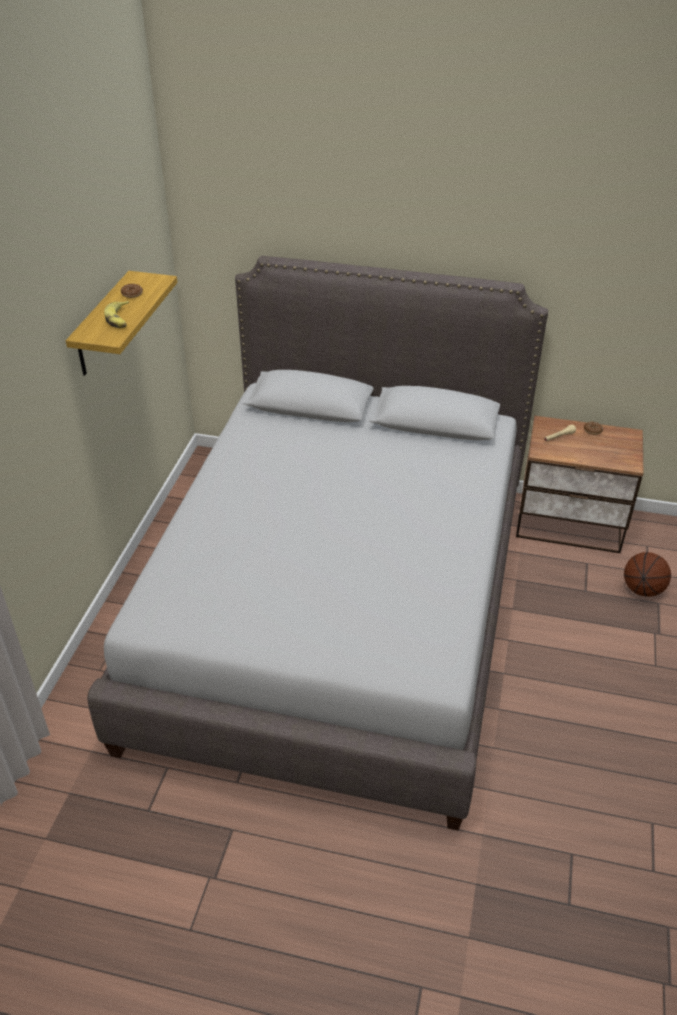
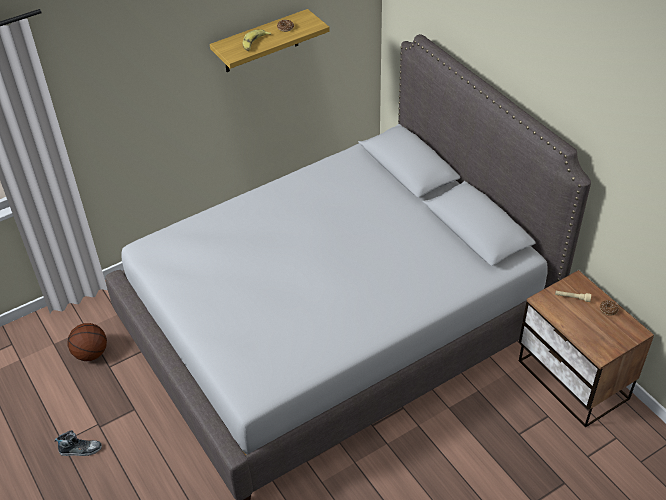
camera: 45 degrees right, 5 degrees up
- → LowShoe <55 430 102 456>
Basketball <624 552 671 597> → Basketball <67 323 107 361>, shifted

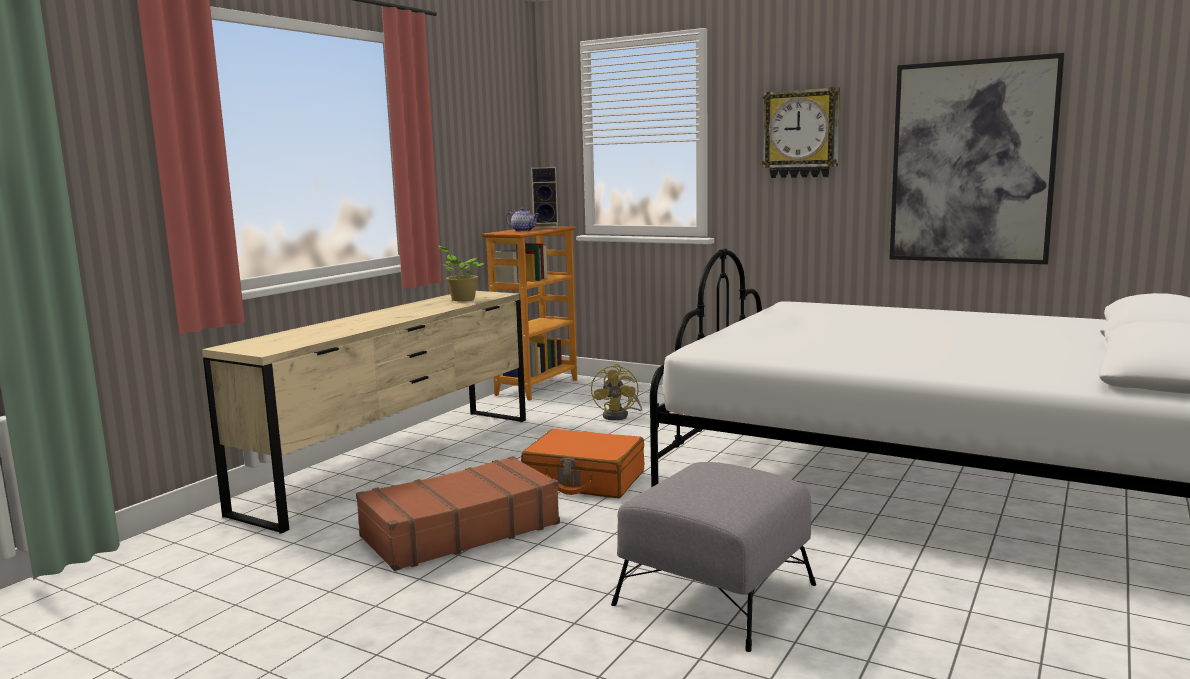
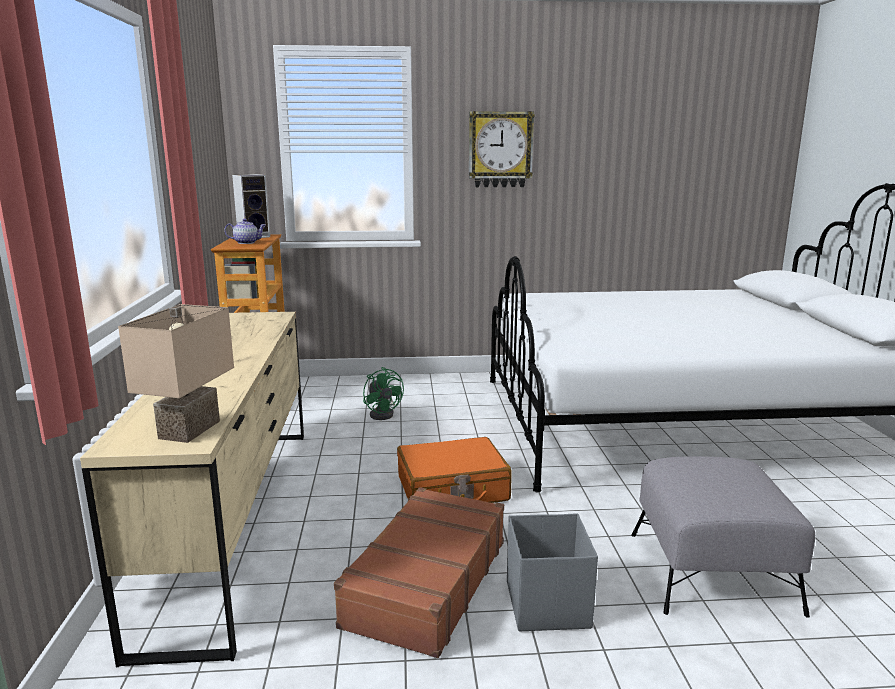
camera: 35 degrees left, 5 degrees up
- → BeigeColouredLampForATable <118 304 234 443>
YellowElectricFan <591 364 642 420> → GreenColouredElectricFan <363 367 404 420>
- → GrayStorageContainer <507 513 598 631>
Houseplant <439 246 485 301> → -
Picture <890 53 1065 264> → -

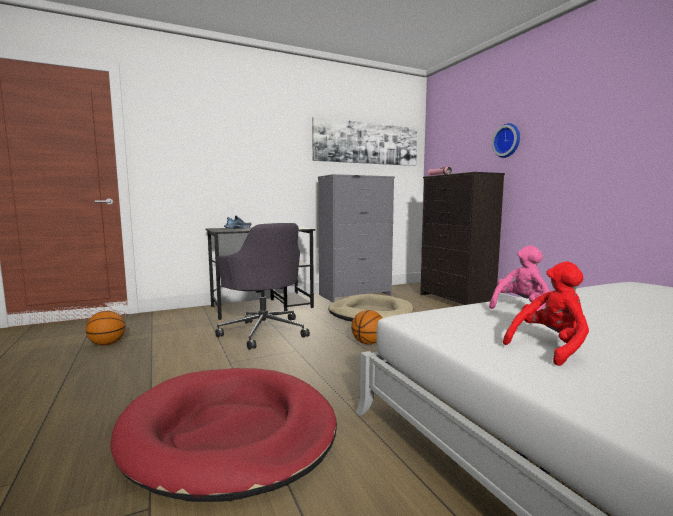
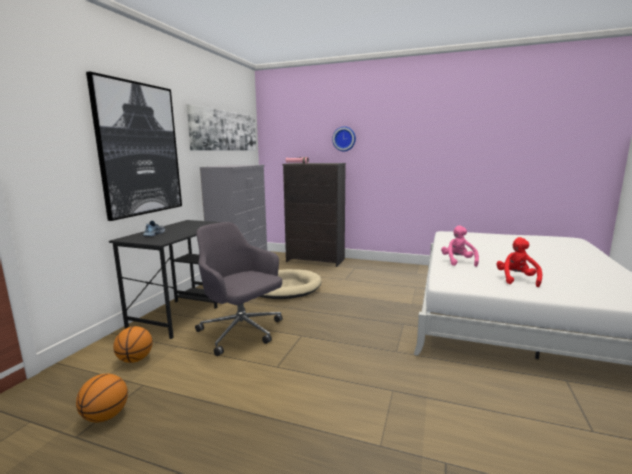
camera: 45 degrees left, 5 degrees up
- → Picture <86 71 182 221>
Basketball <351 310 382 344> → Basketball <113 326 153 363>, shifted
GrayComputerChair <215 223 310 350> → GrayComputerChair <195 222 283 356>, 150 degrees counterclockwise
ReddishPetBed <110 368 337 502> → -

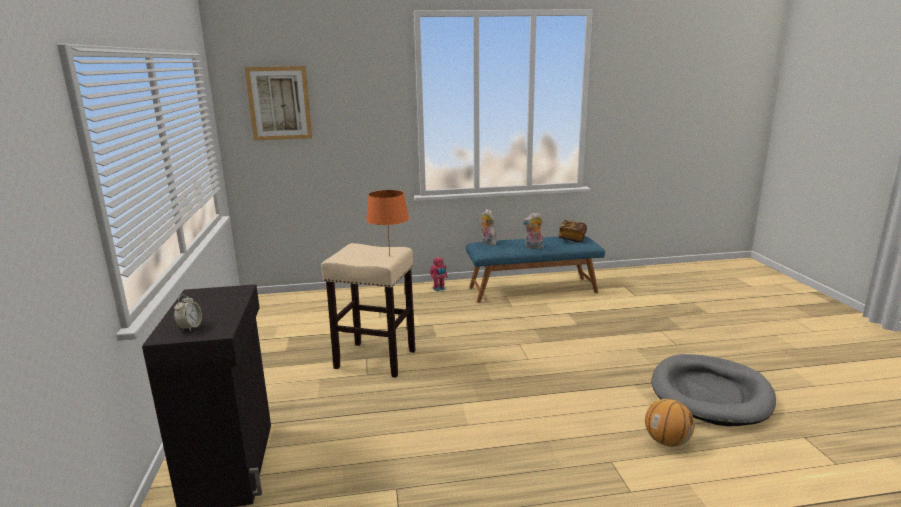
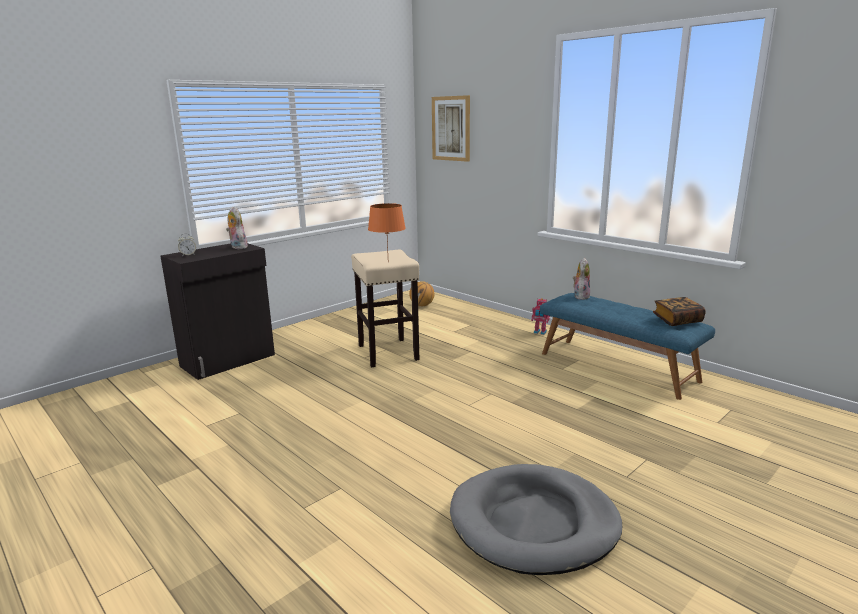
camera: 55 degrees right, 0 degrees up
PlushToy <522 213 543 249> → PlushToy <226 206 248 249>, shifted
Basketball <645 399 695 447> → Basketball <409 281 434 306>, shifted

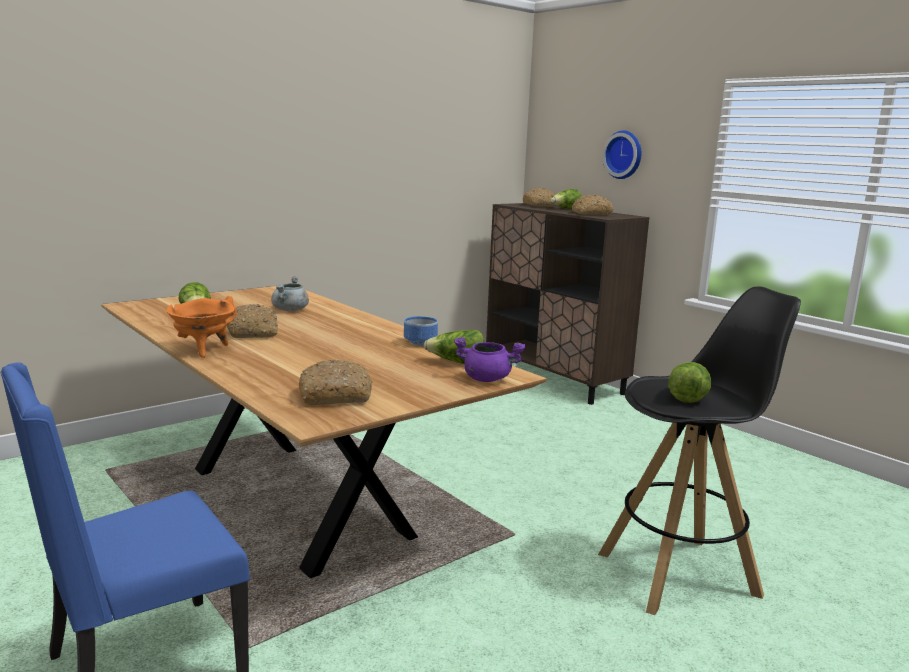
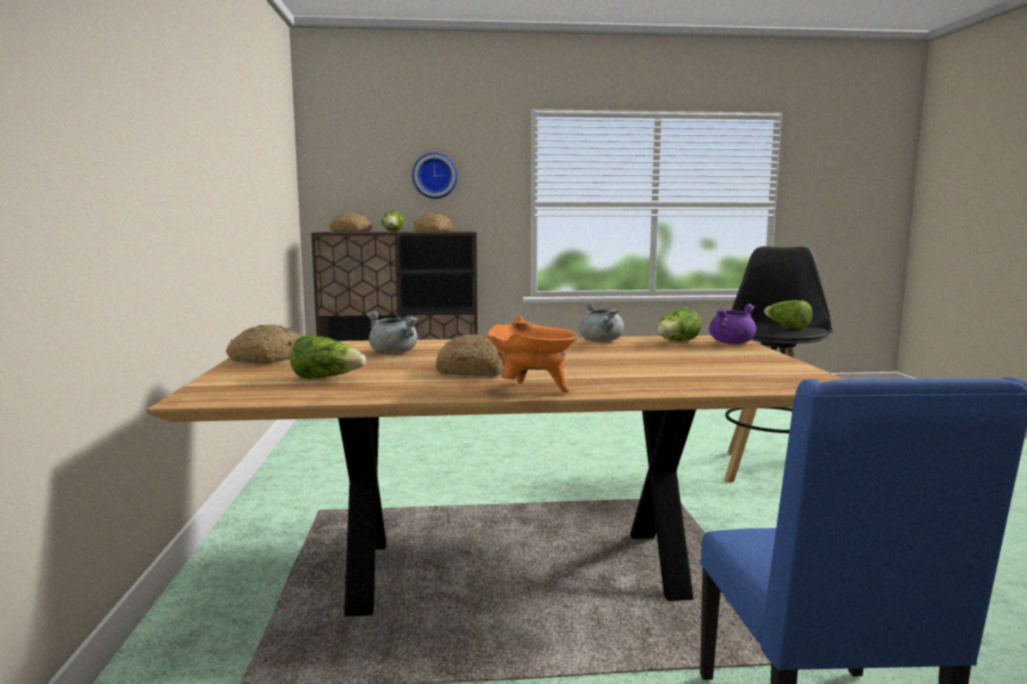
camera: 55 degrees left, 5 degrees down
Bread <299 360 372 405> → Bread <226 324 300 364>, shifted
ServingBowl <404 316 438 346> → GrayCookingPot <579 302 624 342>

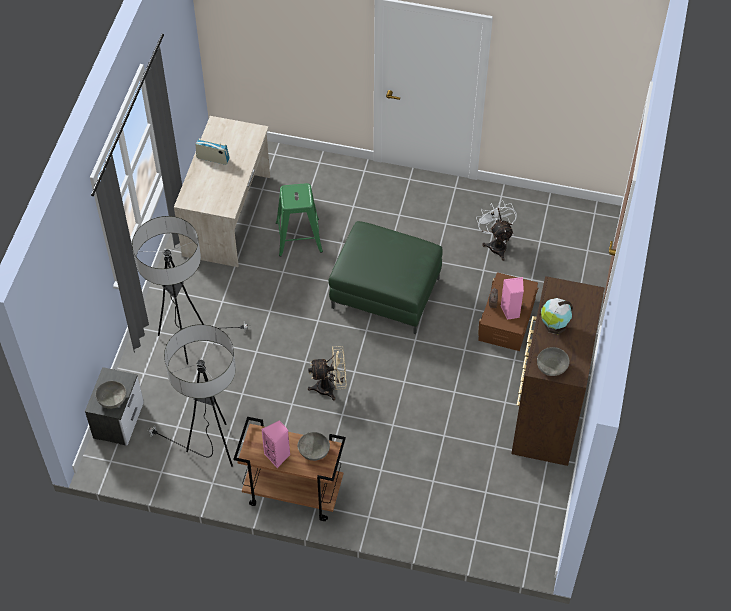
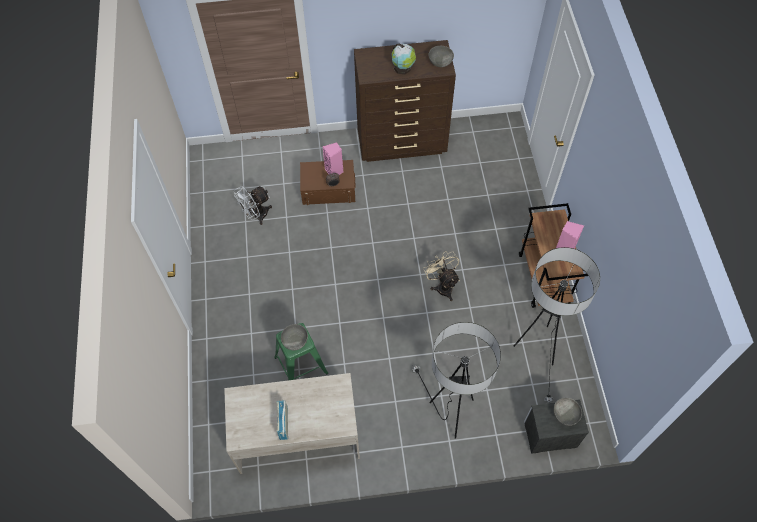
camera: 110 degrees left, 5 degrees up
GrayServingBowl <298 432 330 461> → GrayServingBowl <281 324 308 350>, shifted
GreenColouredPouffe <328 221 443 334> → -

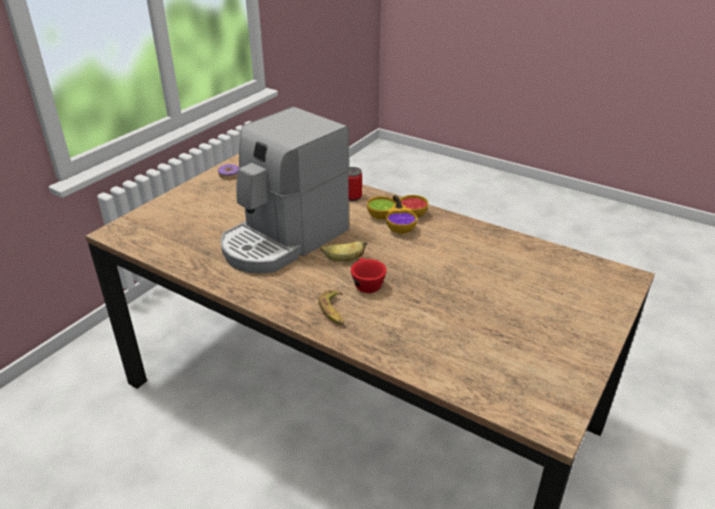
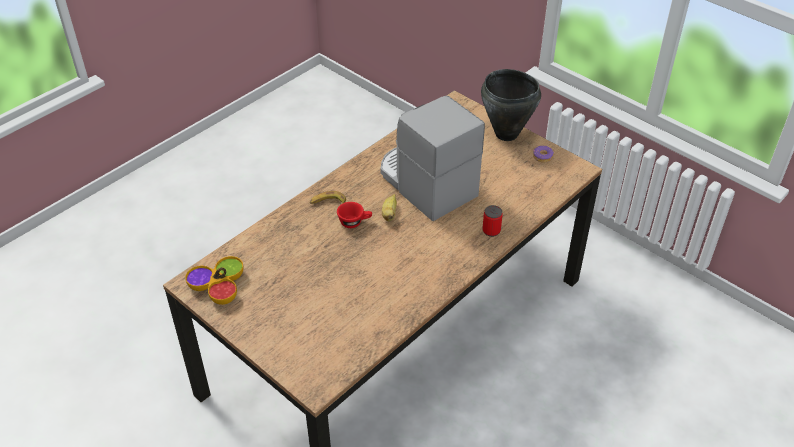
camera: 100 degrees right, 10 degrees up
ServingBowl <367 195 428 234> → ServingBowl <185 256 243 305>, shifted
- → BlackColouredCookingPot <481 69 541 141>

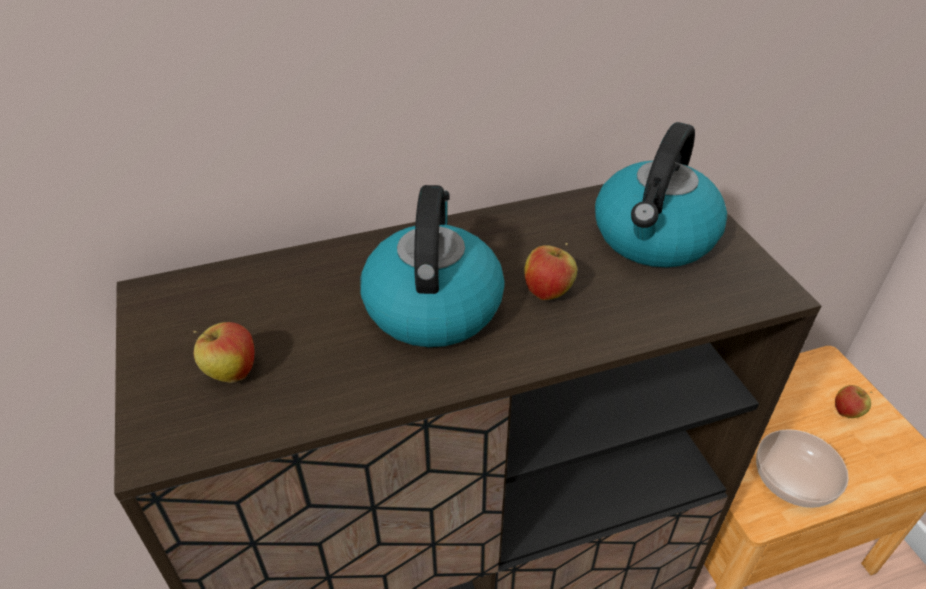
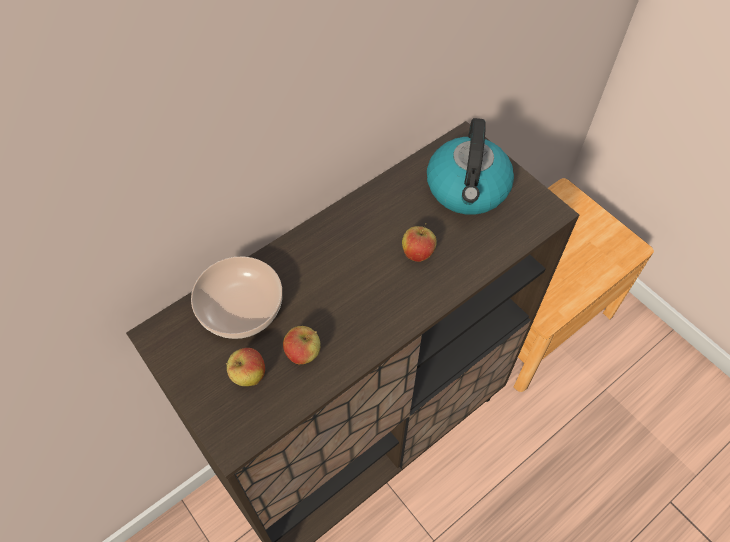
camera: 20 degrees left, 15 degrees up
ServingBowl <756 429 849 508> → ServingBowl <191 256 282 339>, shifted
AppleFruit <835 385 872 418> → AppleFruit <283 326 320 364>, shifted
Kettle <360 185 505 347> → -

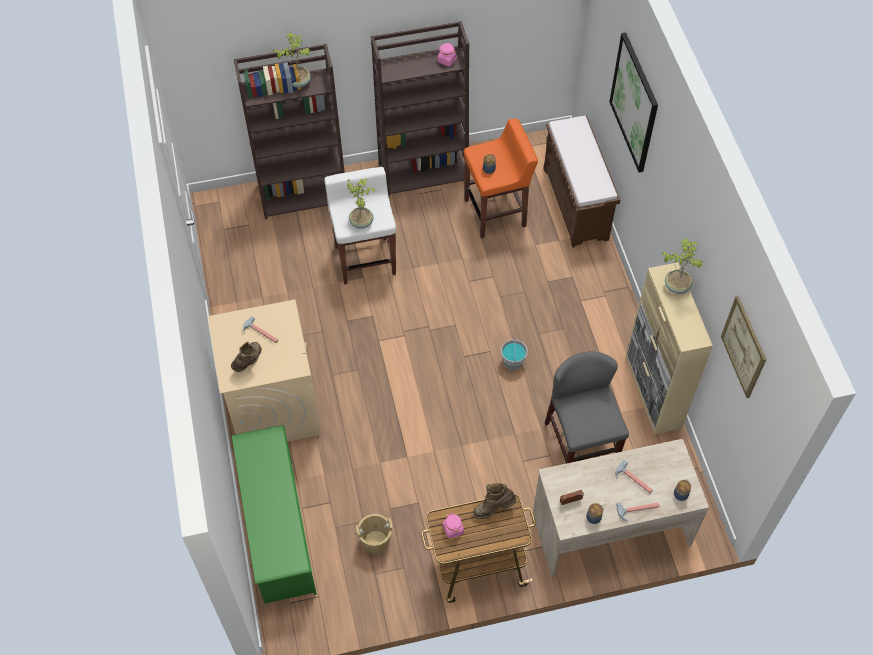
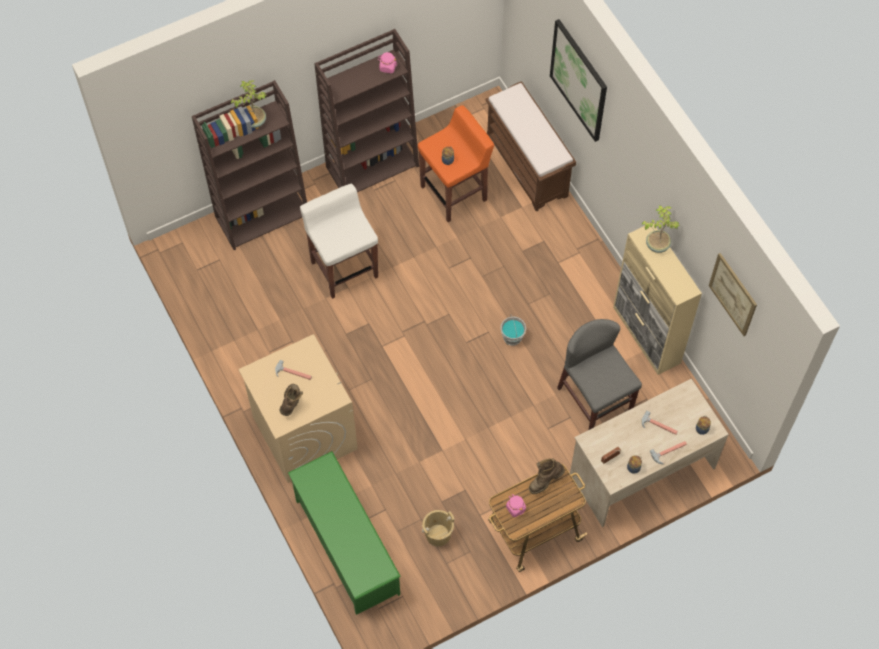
camera: 15 degrees left, 5 degrees up
Houseplant <347 179 375 229> → -

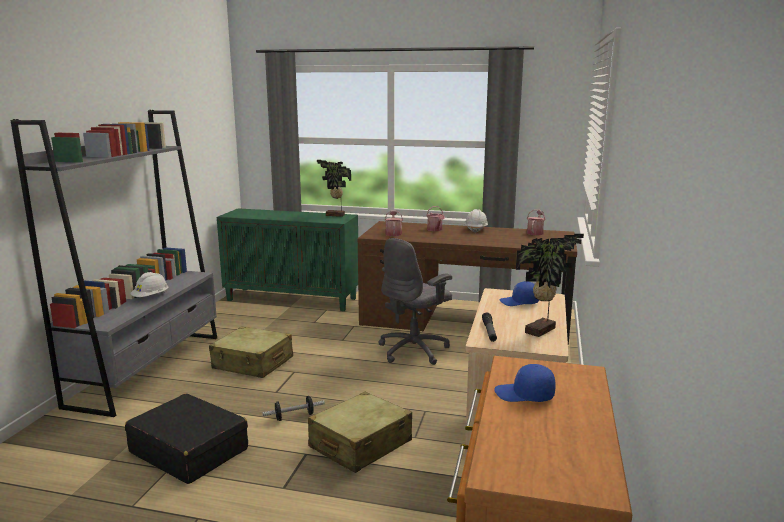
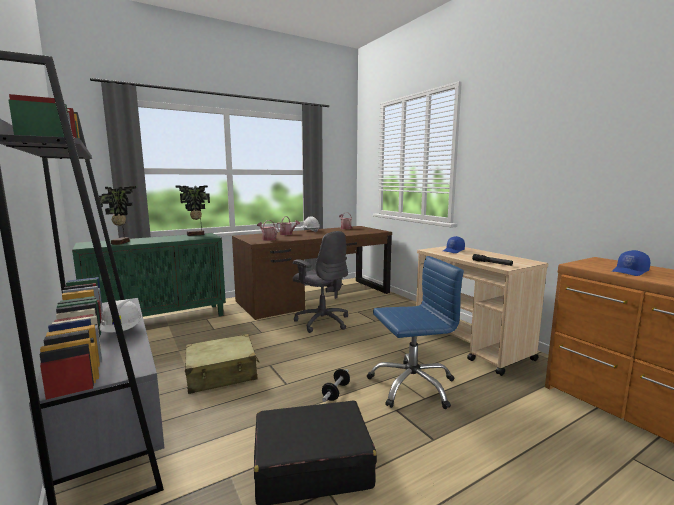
camera: 45 degrees left, 5 degrees down
Houseplant <516 234 584 337> → Houseplant <99 186 136 245>, shifted
GrayComputerChair <379 238 452 365> → GrayComputerChair <293 231 348 333>, 45 degrees counterclockwise
BeigeColouredPieceOfLuggage <308 392 412 473> → BlueColouredComputerChair <367 256 464 409>

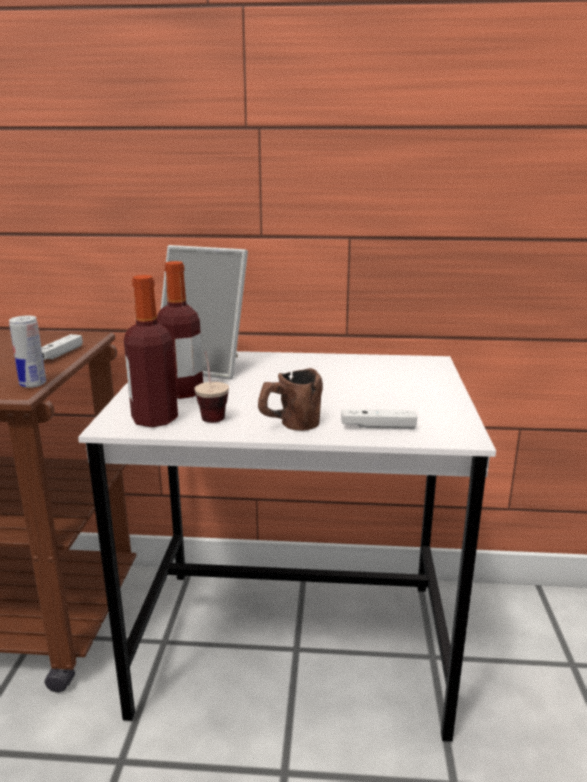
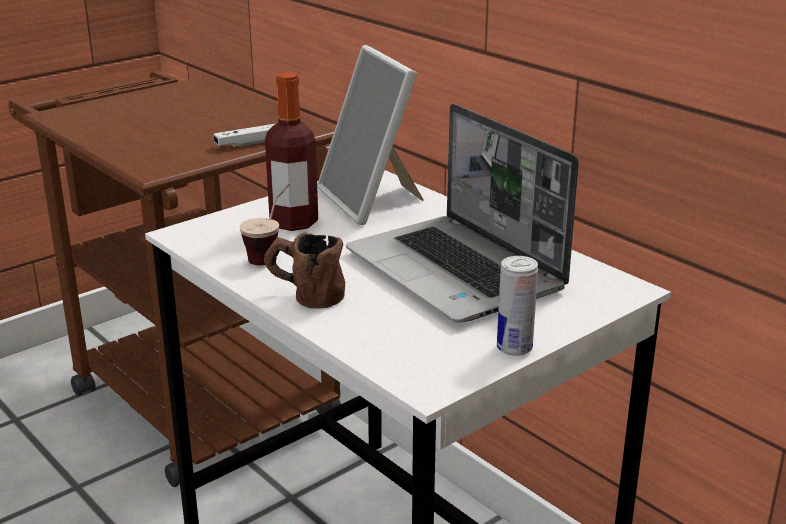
camera: 45 degrees right, 5 degrees up
- → Laptop <346 104 579 323>
Can <9 316 46 388> → Can <497 256 538 356>, shifted
BeverageBottle <124 275 178 427> → -
WhitishGamepad <341 409 417 429> → -

